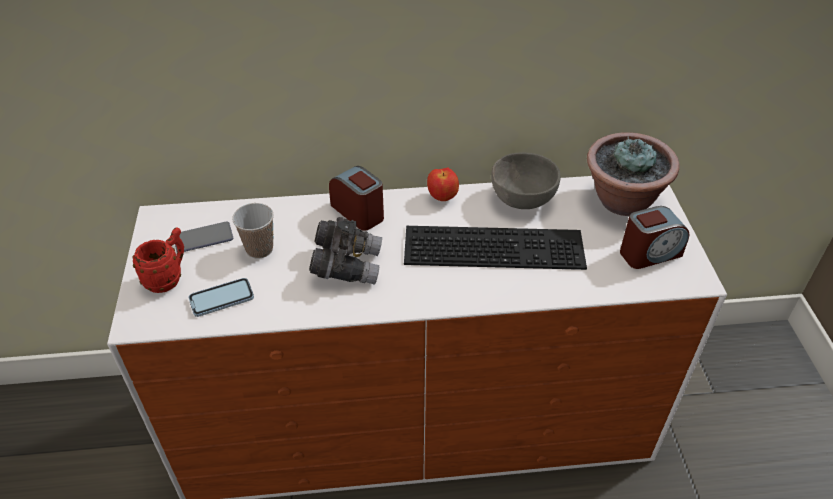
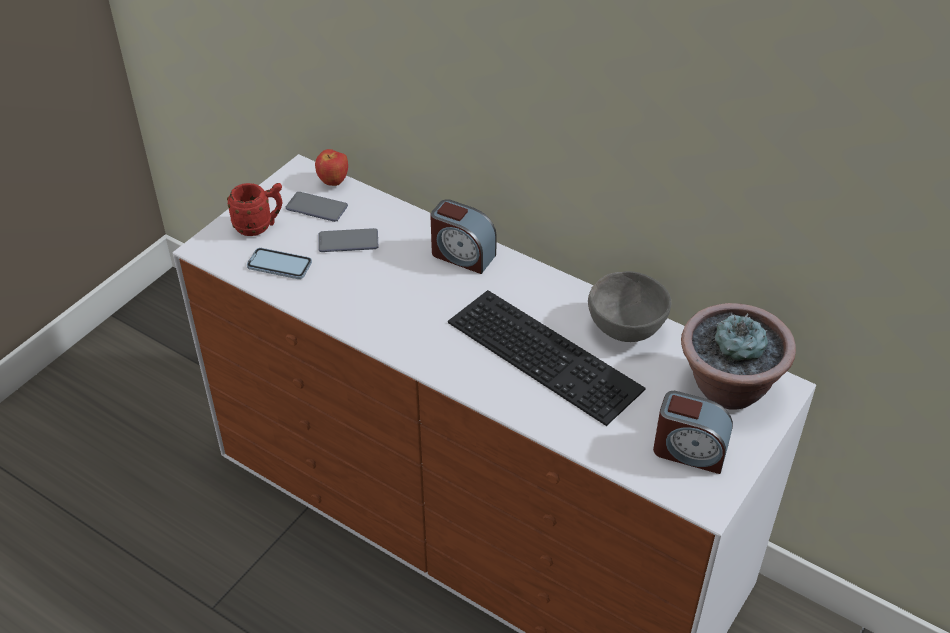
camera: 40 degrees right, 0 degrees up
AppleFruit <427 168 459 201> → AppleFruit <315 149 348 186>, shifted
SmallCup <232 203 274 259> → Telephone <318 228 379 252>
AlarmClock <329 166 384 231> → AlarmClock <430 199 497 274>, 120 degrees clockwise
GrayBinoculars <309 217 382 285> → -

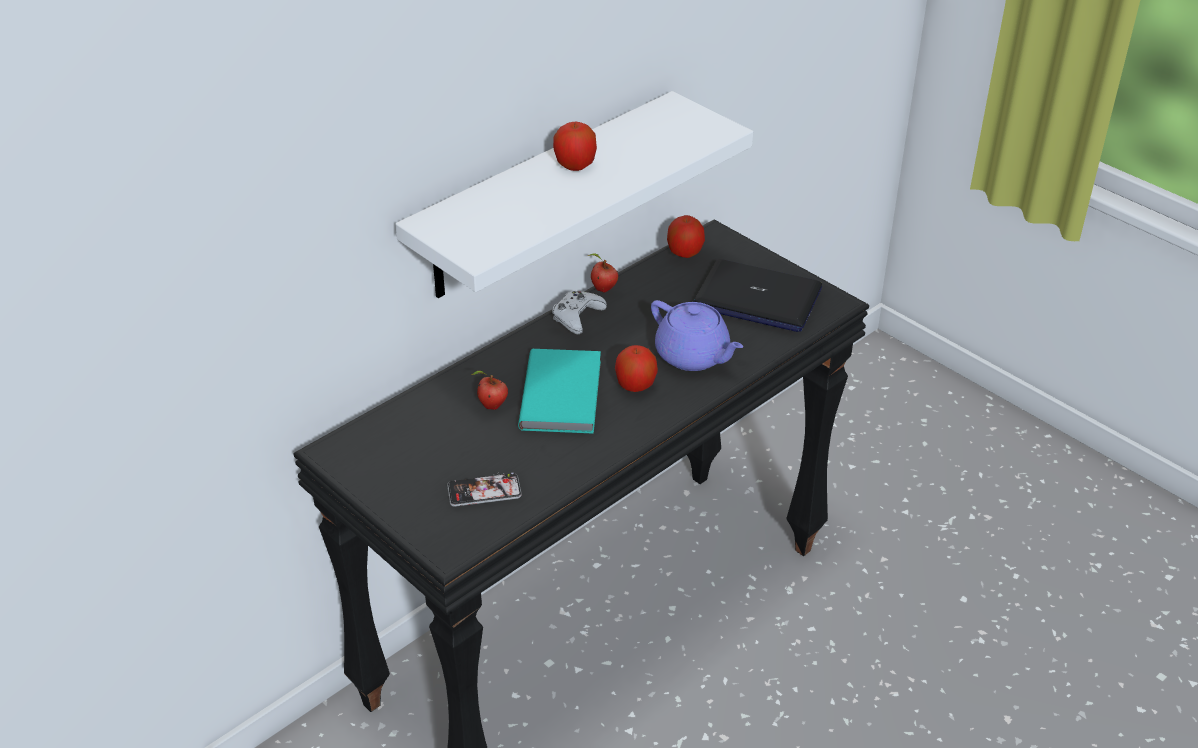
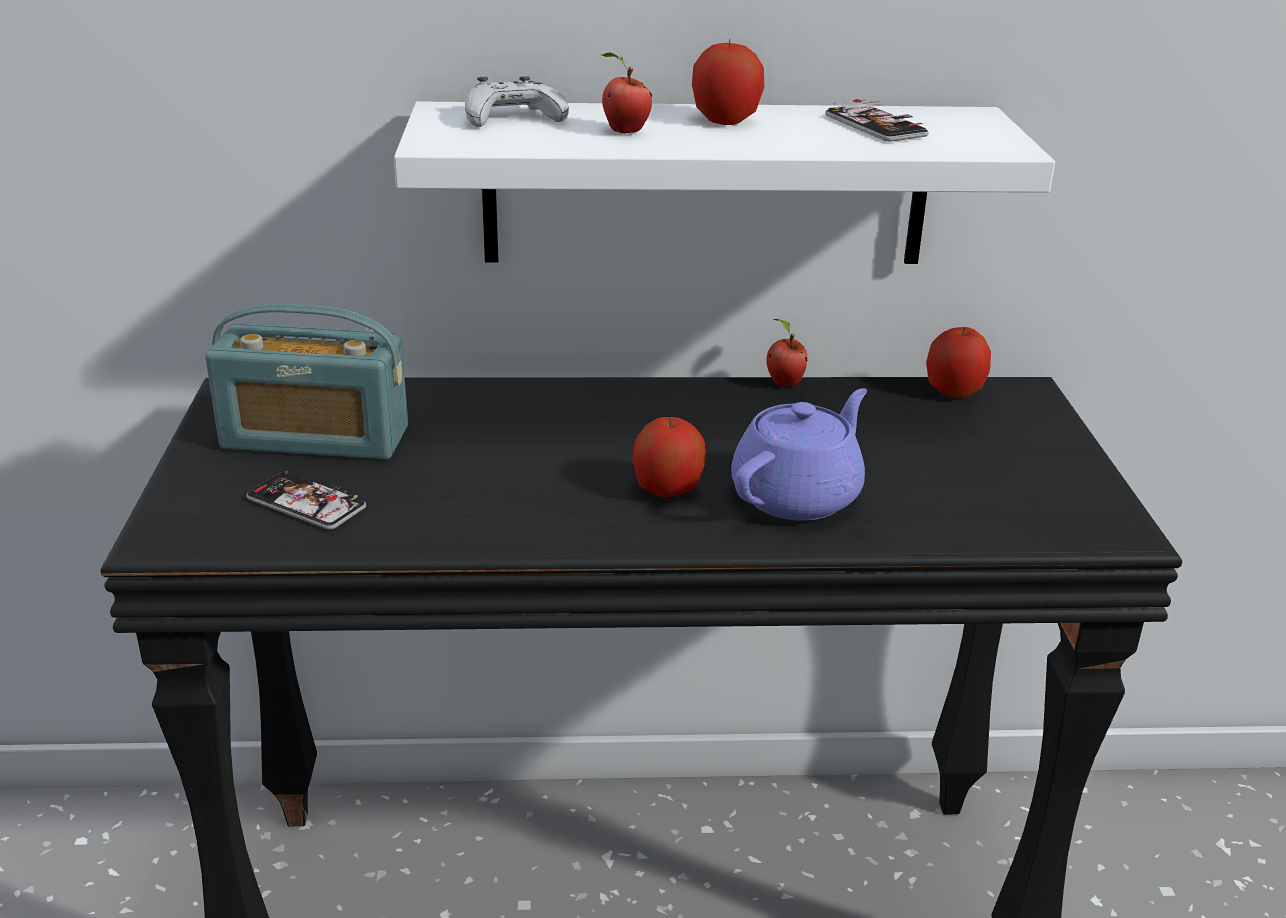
camera: 40 degrees right, 10 degrees down
- → RadioSet <205 304 408 459>
WhitishGamepad <552 291 607 334> → WhitishGamepad <465 76 569 127>, shifted
AppleFruit <471 371 508 410> → AppleFruit <602 52 652 134>, shifted
PurplishTeaPot <651 300 743 371> → PurplishTeaPot <731 388 867 521>, 135 degrees counterclockwise
- → Telephone <825 99 929 141>
BlueGreenBoundBook <518 349 601 434> → -
Laptop <694 259 822 332> → -

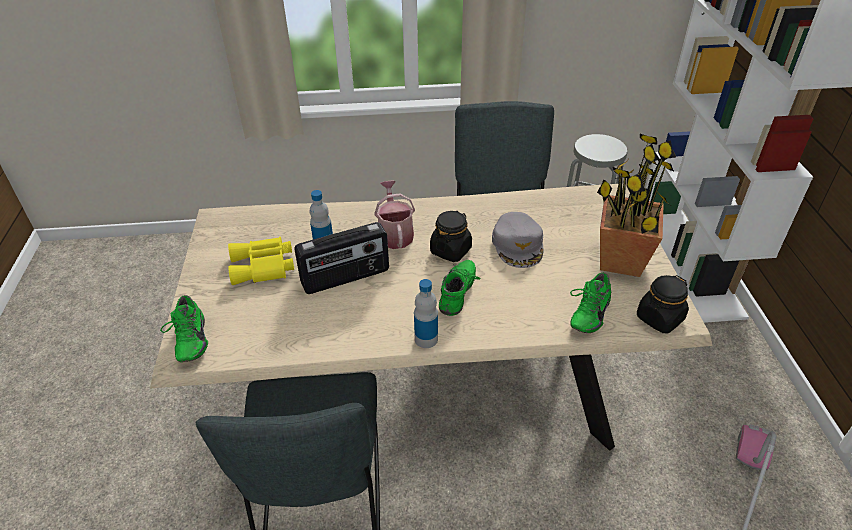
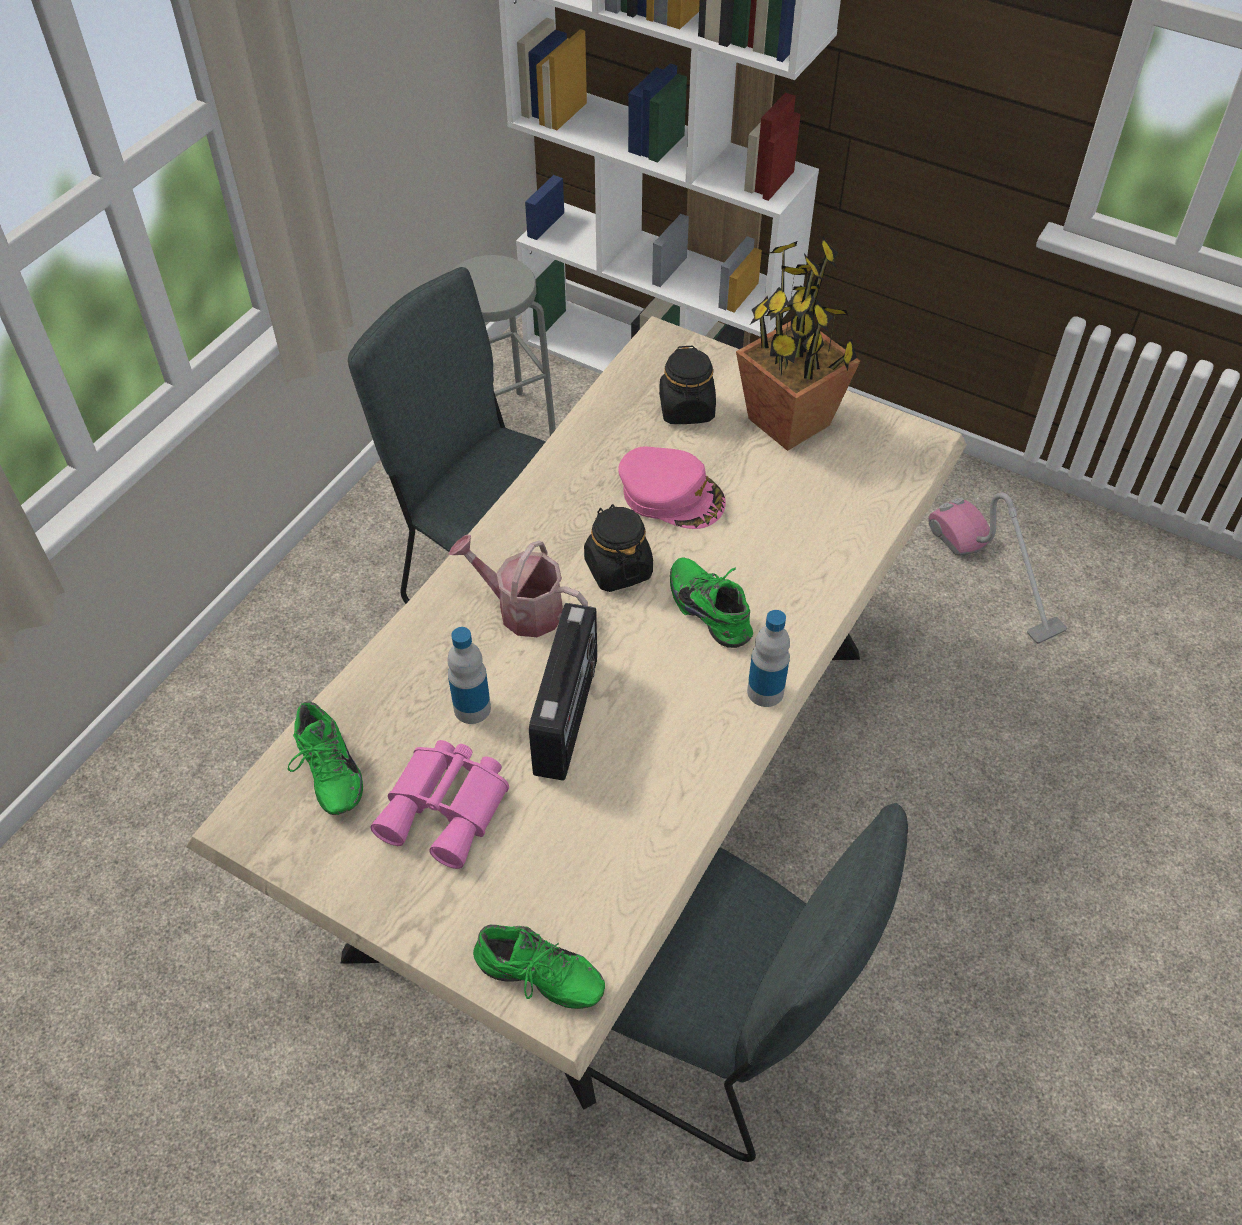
camera: 55 degrees left, 10 degrees up
GreenColouredLowShoe <570 273 611 333> → GreenColouredLowShoe <288 701 363 815>, shifted
YellowBinoculars <228 237 294 285> → PinkBinoculars <371 740 509 869>
GrayBaseballCap <492 212 544 268> → PinkBaseballCap <618 446 726 529>
BlackColouredJar <637 275 689 333> → BlackColouredJar <659 346 716 424>, shifted

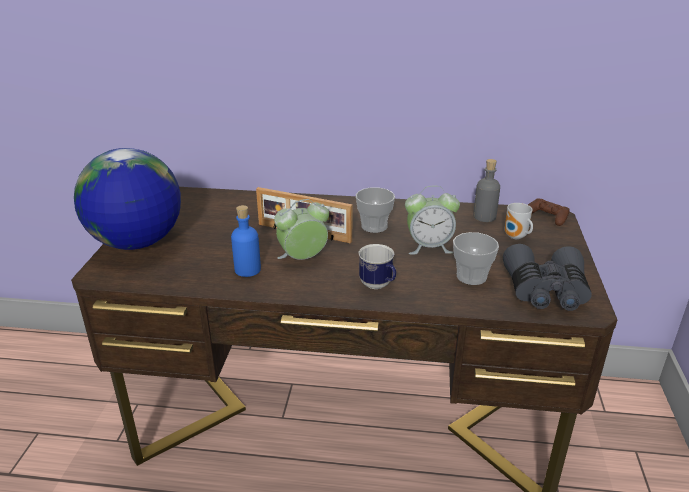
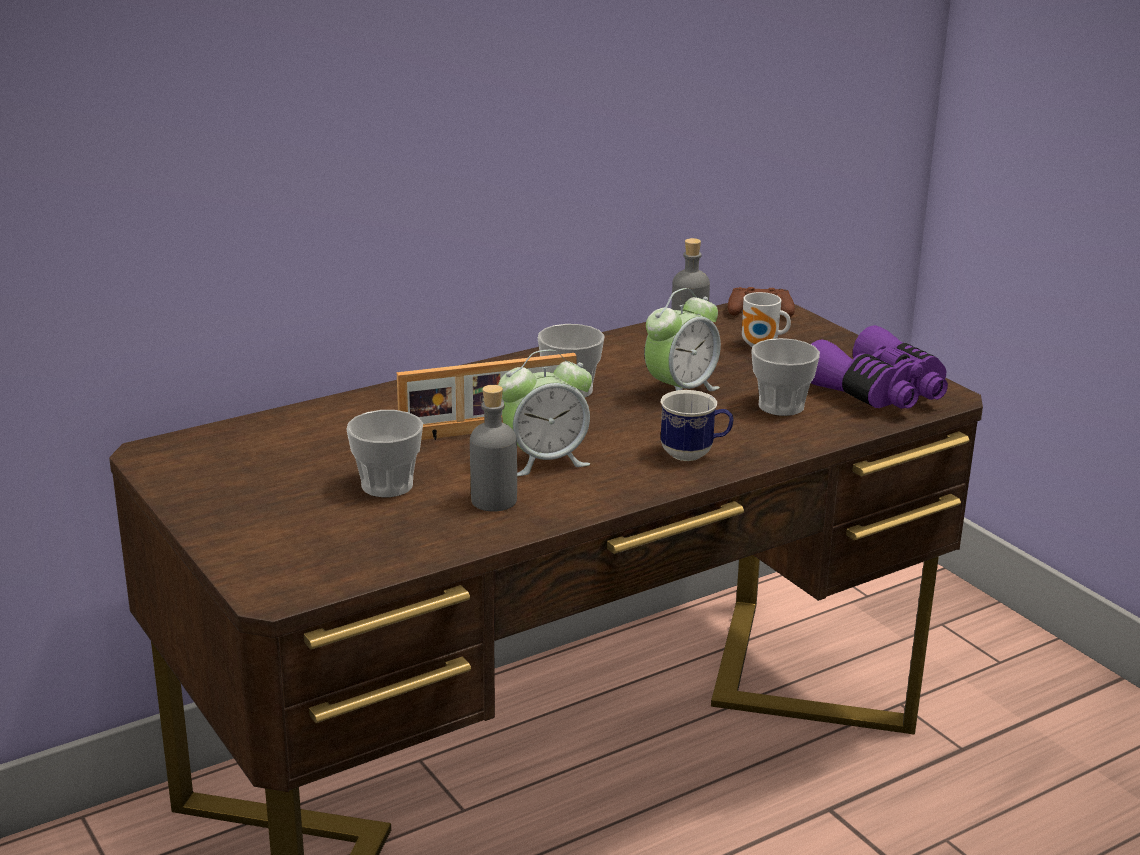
camera: 40 degrees left, 5 degrees down
- → SmallCup <346 410 423 497>
BlueColouredBeverageBottle <231 205 261 277> → GrayBeverageBottle <470 385 517 512>
AlarmClock <274 199 329 260> → AlarmClock <498 350 592 476>, 135 degrees counterclockwise
GrayBinoculars <503 244 592 311> → PurplishBinoculars <811 325 948 409>
DeskGlobe <74 148 181 250> → -

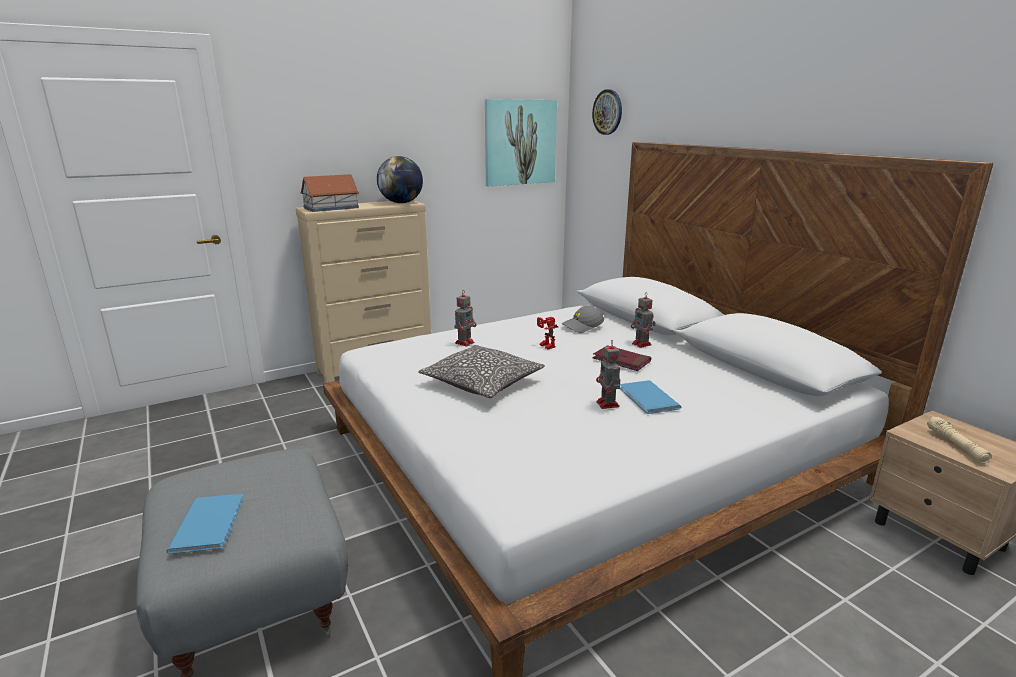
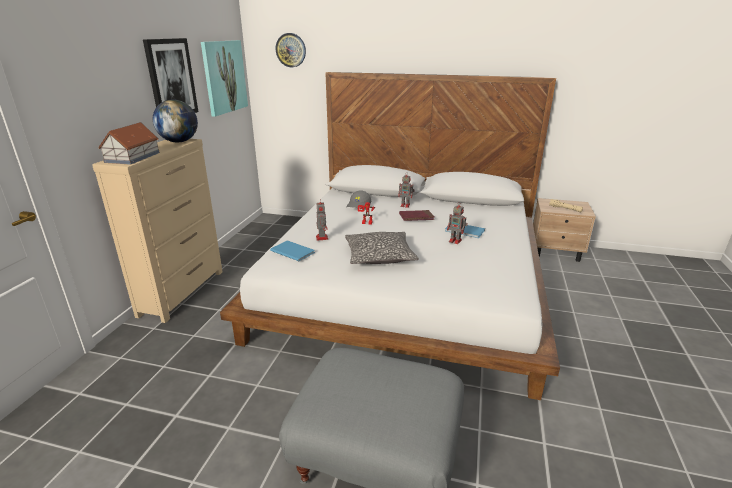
camera: 45 degrees left, 5 degrees up
- → Picture <143 38 198 113>
BlueColouredBoundBook <166 494 244 554> → BlueColouredBoundBook <270 240 315 261>, shifted

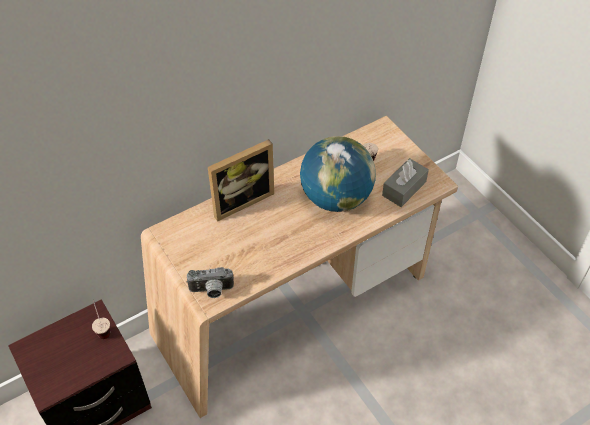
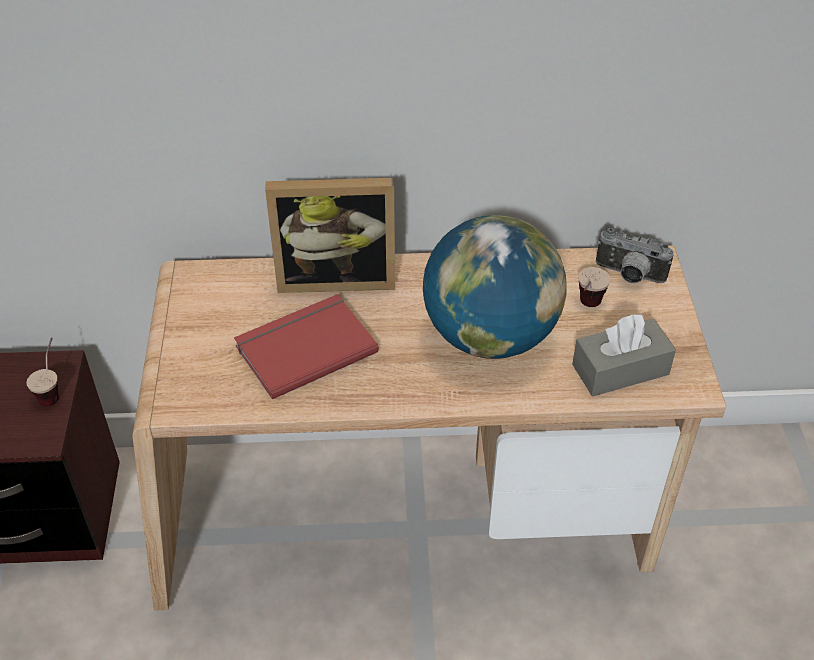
camera: 30 degrees right, 5 degrees down
- → ReddishBoundBook <234 294 379 400>
StillCamera <186 267 234 298> → StillCamera <596 226 674 283>, shifted

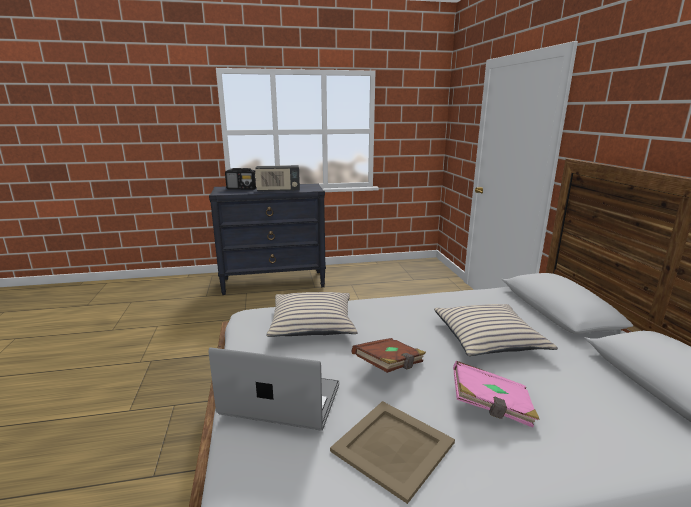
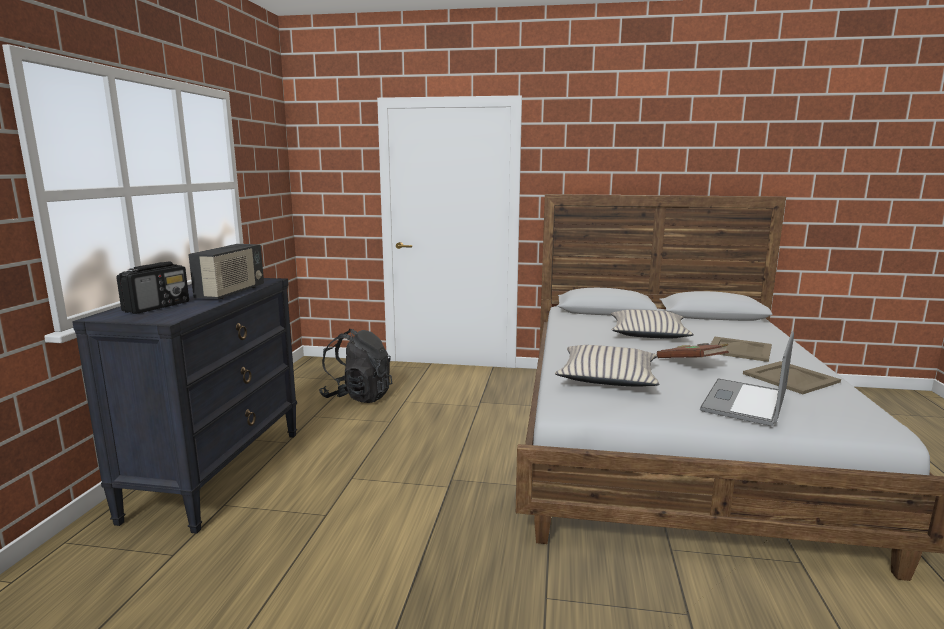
camera: 70 degrees left, 5 degrees down
- → BlackColouredKnapsack <319 329 392 403>
PinkBoundBook <453 361 539 428> → BeigeColouredTray <710 336 772 362>

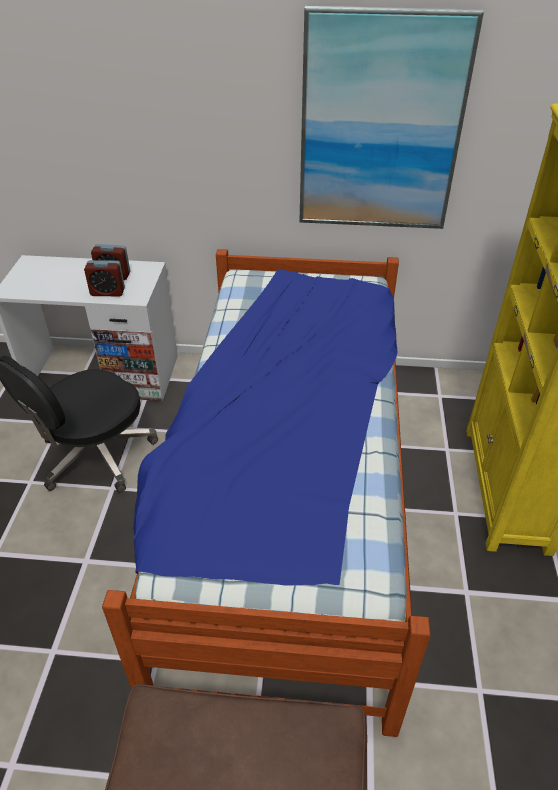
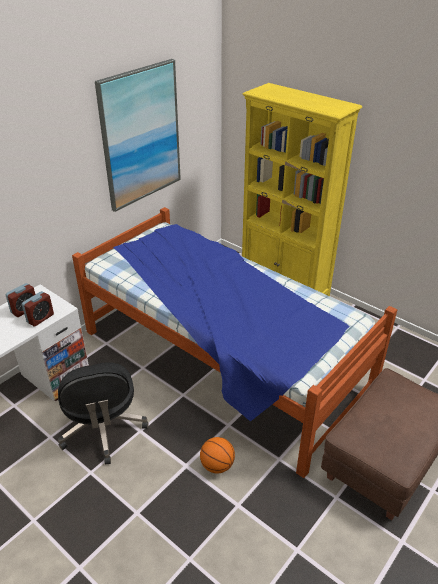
camera: 55 degrees left, 5 degrees down
- → Basketball <200 437 235 473>

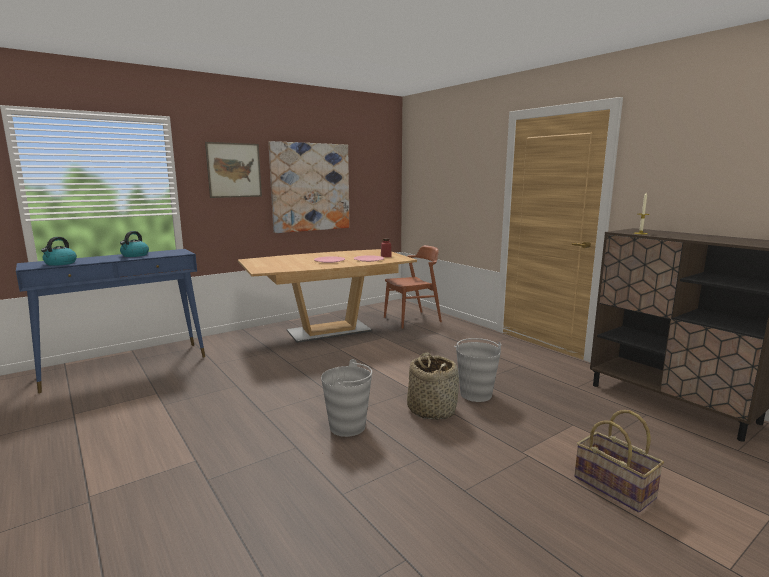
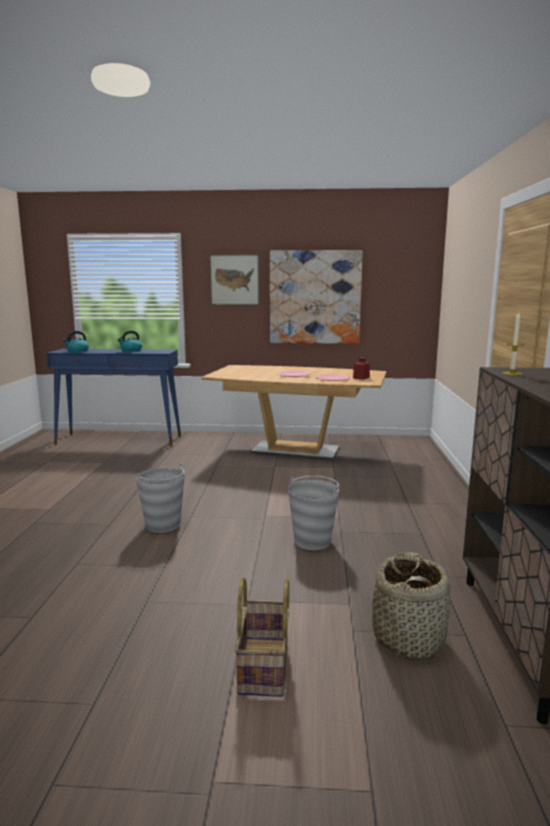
camera: 40 degrees right, 0 degrees up
Basket <407 352 459 420> → Basket <372 552 451 661>, shifted
BrownUprightChair <384 245 442 328> → -

